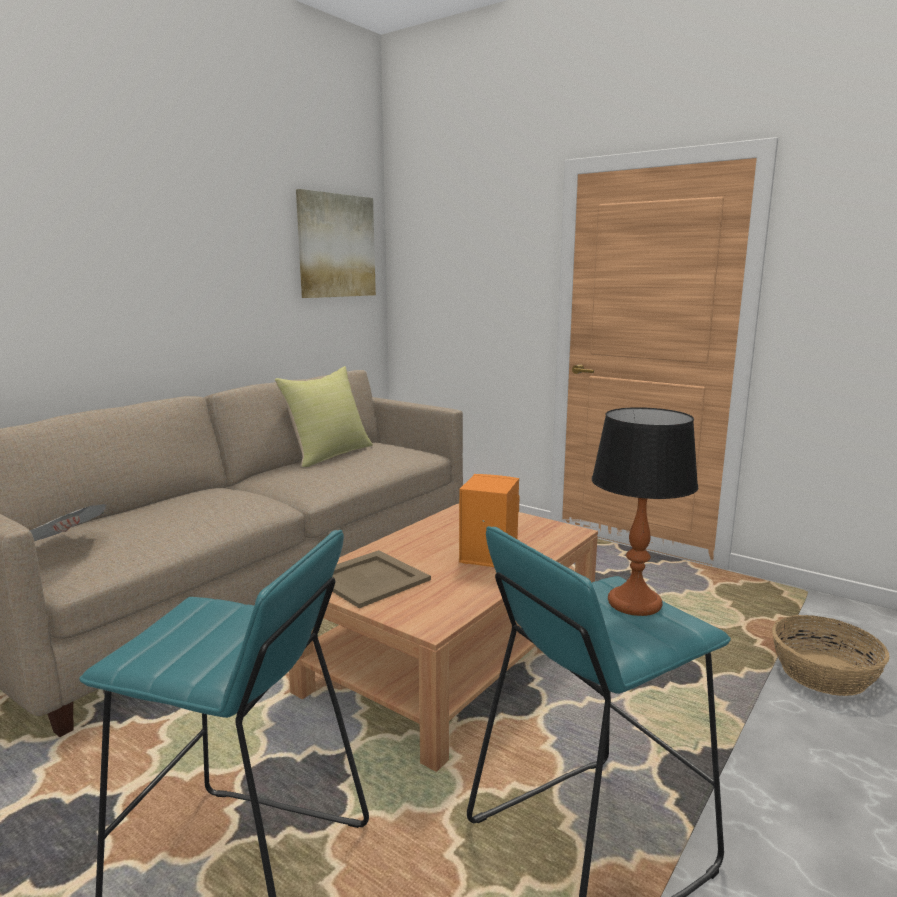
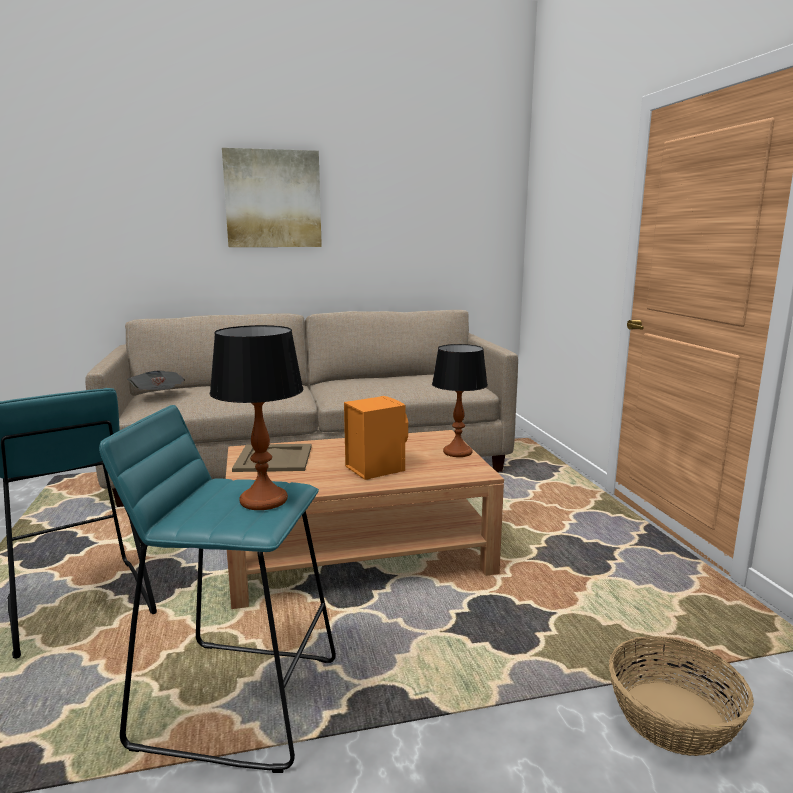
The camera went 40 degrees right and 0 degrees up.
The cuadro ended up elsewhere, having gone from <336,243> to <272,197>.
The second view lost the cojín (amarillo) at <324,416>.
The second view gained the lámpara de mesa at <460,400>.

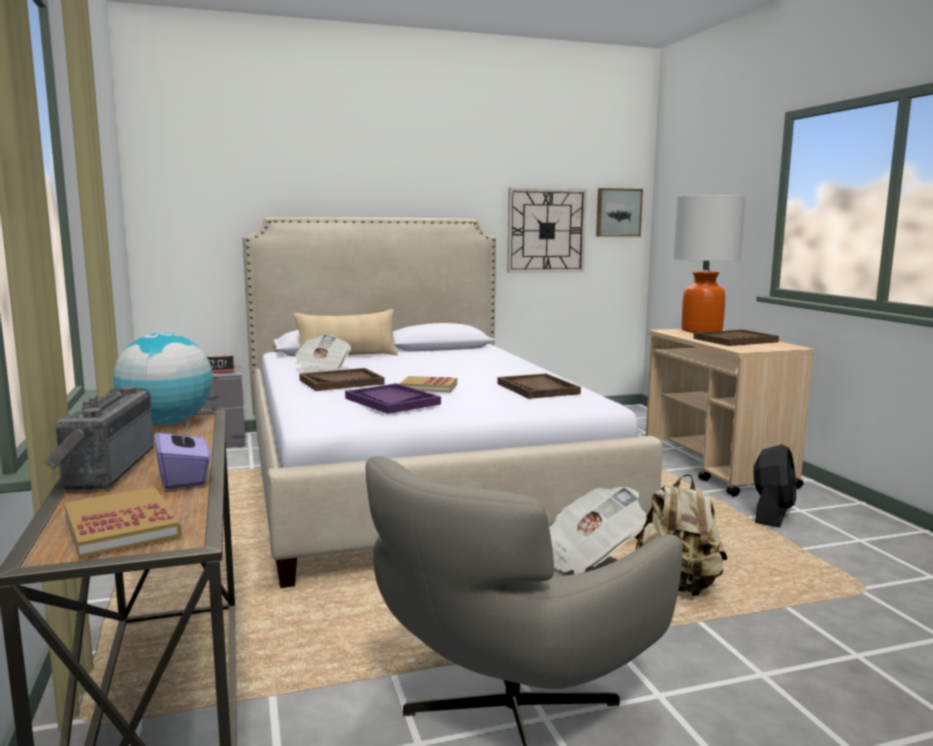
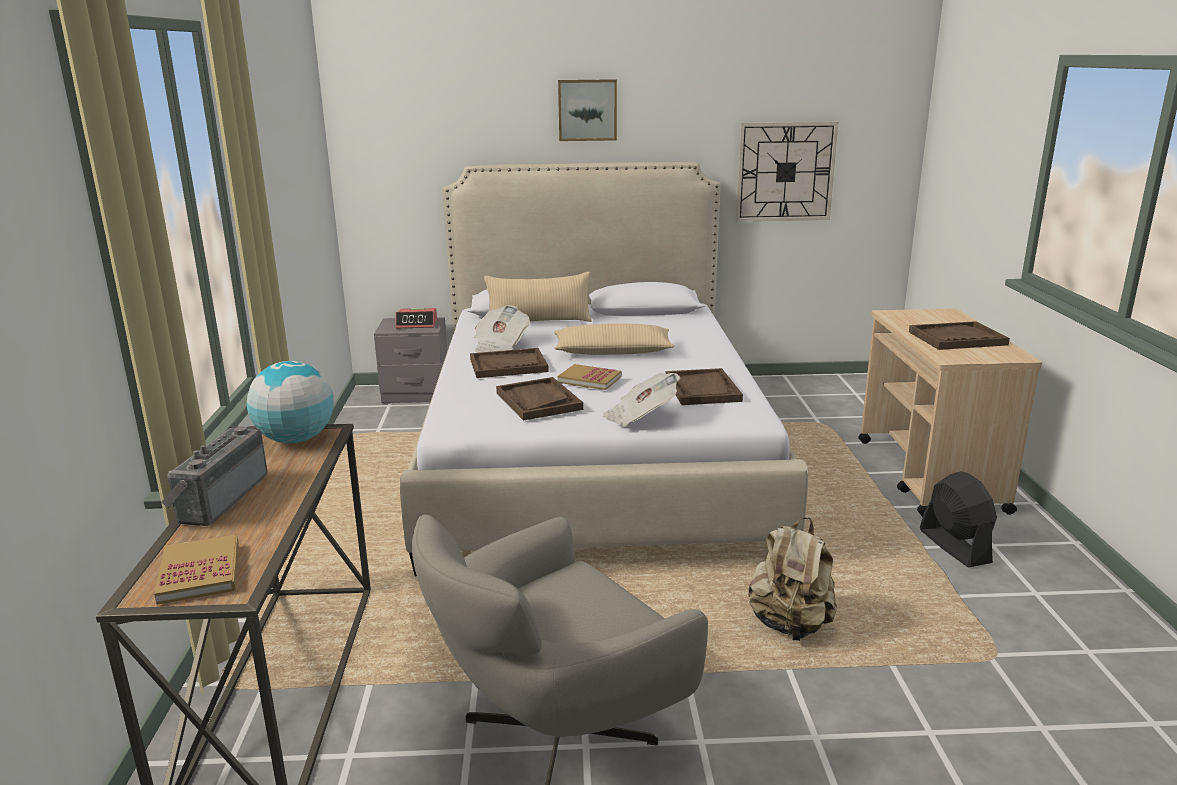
The camera went 15 degrees right and 10 degrees up.
The cuadro ended up elsewhere, having gone from <619,212> to <587,110>.
The second view lost the lámpara de mesa at <710,264>.
What was the bandeja (morado) at <393,398> turned into the bandeja (marrón) at <539,399>.
The second view lost the caja de pañuelos (morado) at <182,454>.
The ventilador (negro) at <774,485> ended up facing another way, 60 degrees counterclockwise from before.
The periódico ended up elsewhere, having gone from <598,530> to <642,399>.
The second view gained the cojín (beis) at <614,339>.

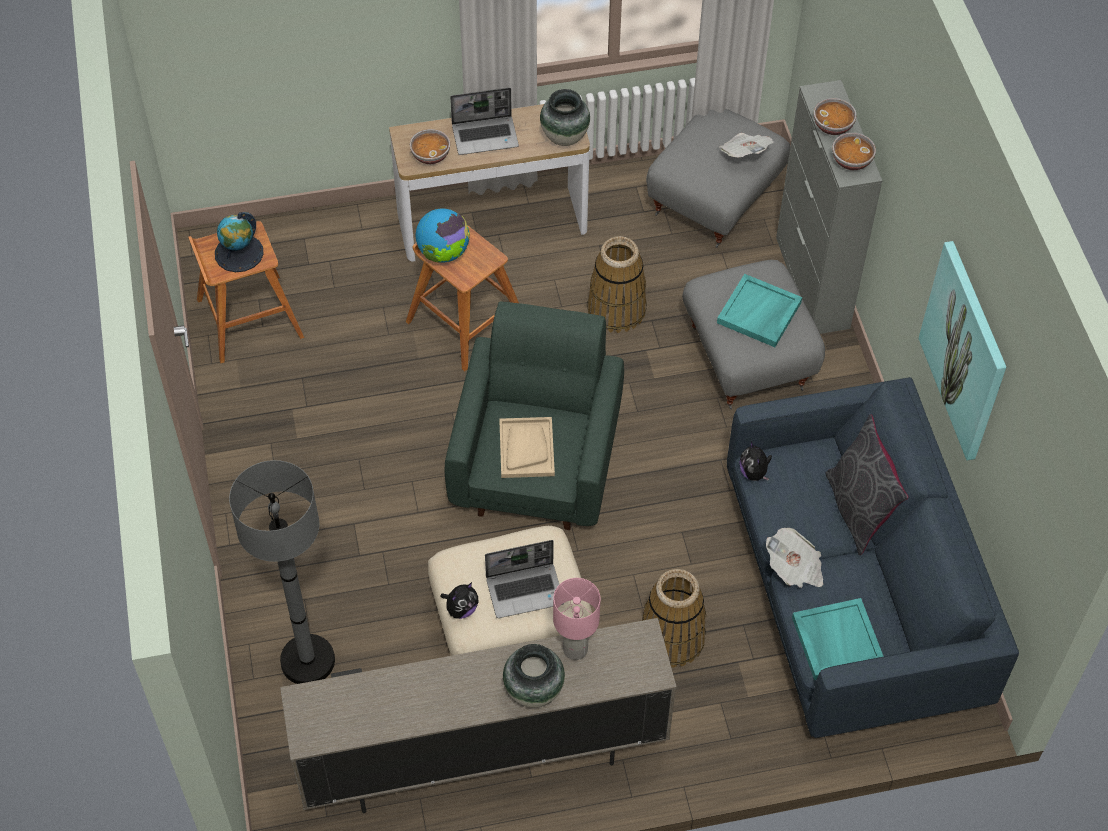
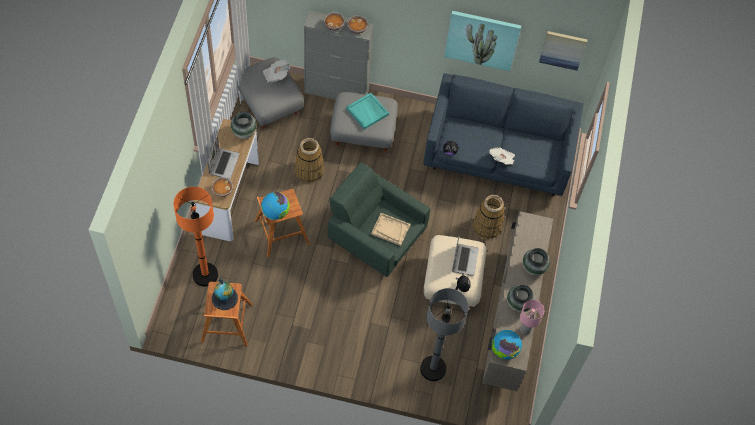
The camera went 70 degrees left and 5 degrees up.
The second view lost the cojín (gris) at <867,485>.
The lámpara de mesa (rosa) ended up elsewhere, having gone from <577,619> to <532,317>.
The second view lost the bandeja (turquesa) at <838,639>.
The second view gained the cuadro at <563,51>.
The second view gained the lámpara de pie (naranja) at <195,236>.
The second view gained the florero at <521,299>.
The second view gained the globo terráqueo at <507,345>.

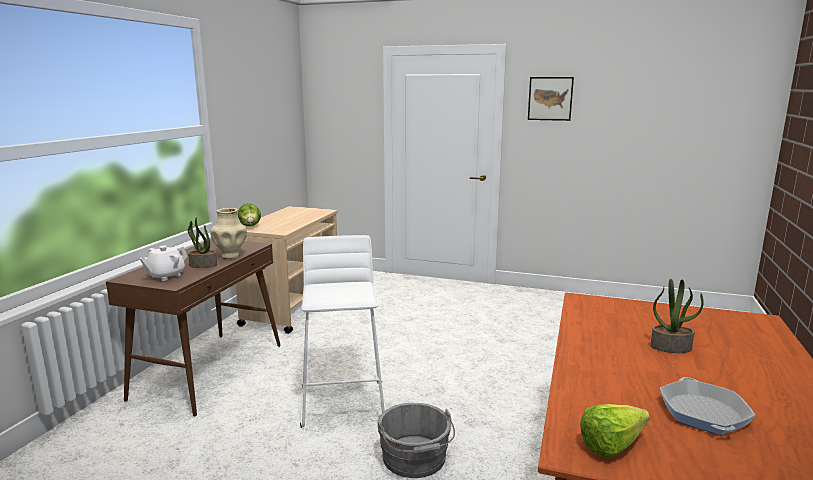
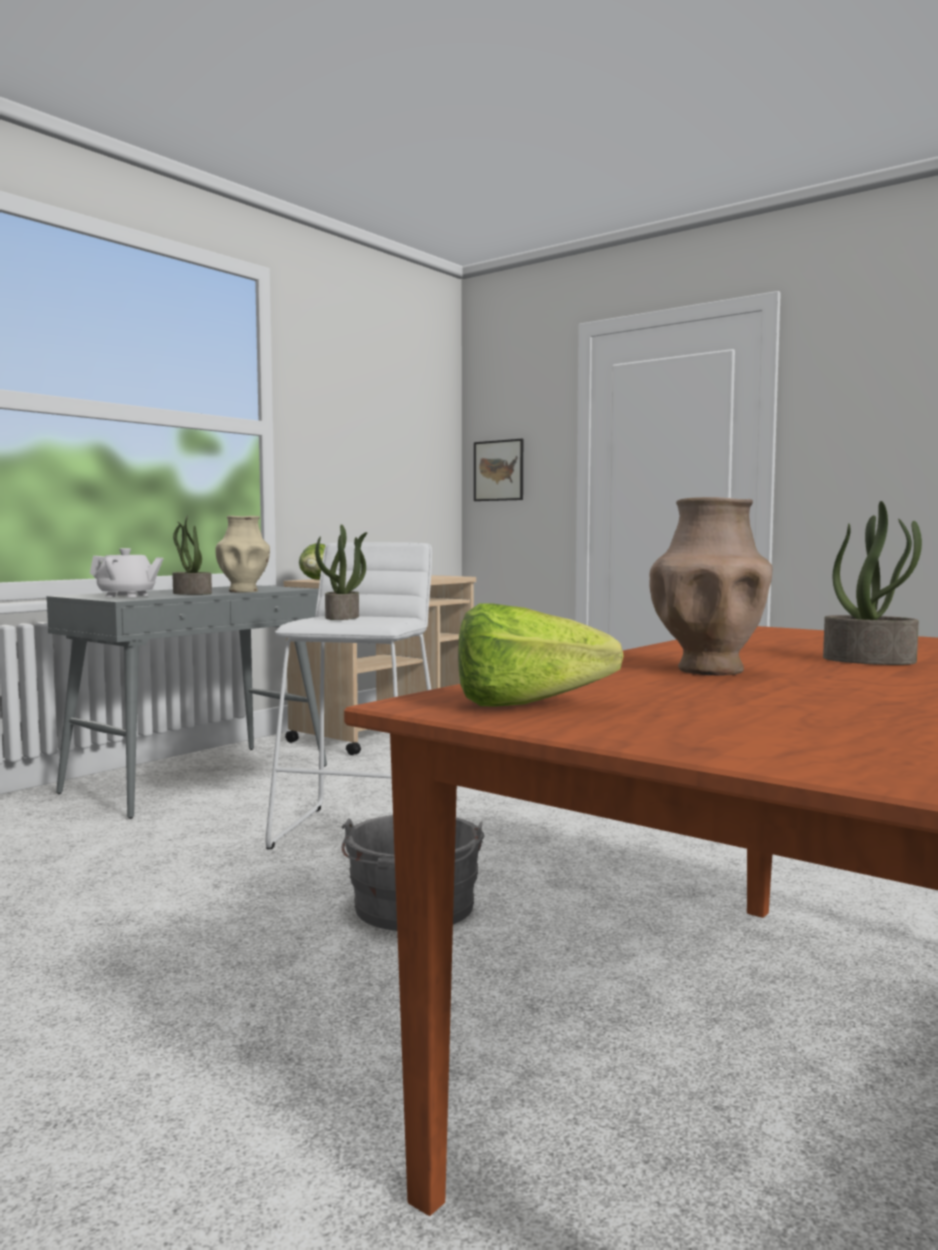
The camera went 20 degrees right and 10 degrees down.
The cuadro ended up elsewhere, having gone from <551,99> to <498,470>.
What was the mesa consola (marrón) at <193,327> turned into the mesa consola (gris) at <186,702>.
The tetera (blanco) at <163,263> ended up facing another way, 135 degrees counterclockwise from before.
The second view lost the sartén at <707,406>.
The second view gained the florero (marrón) at <711,586>.
The second view gained the planta en maceta at <341,572>.

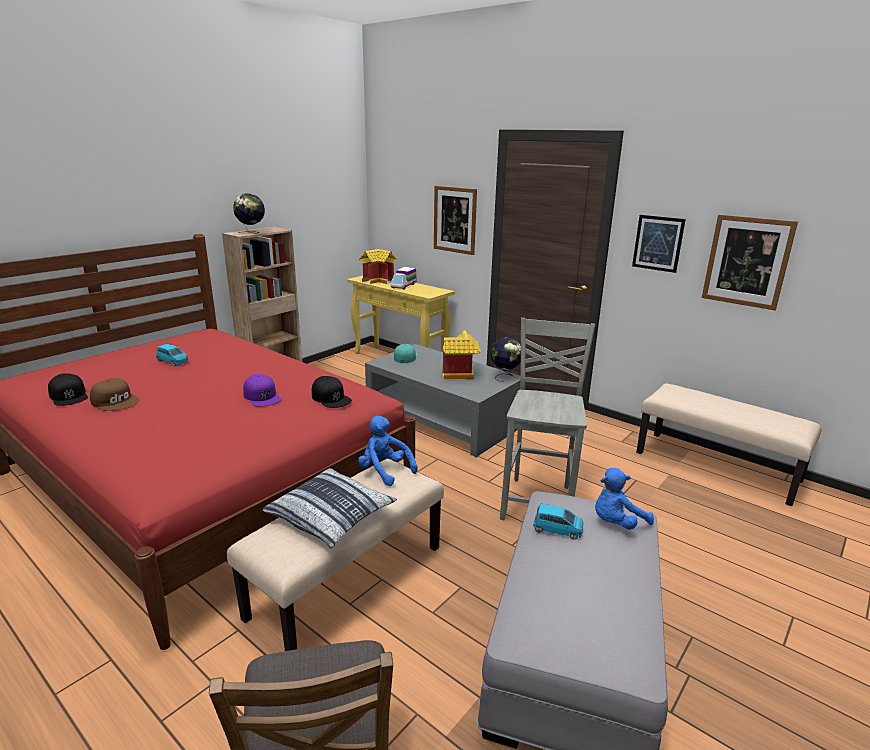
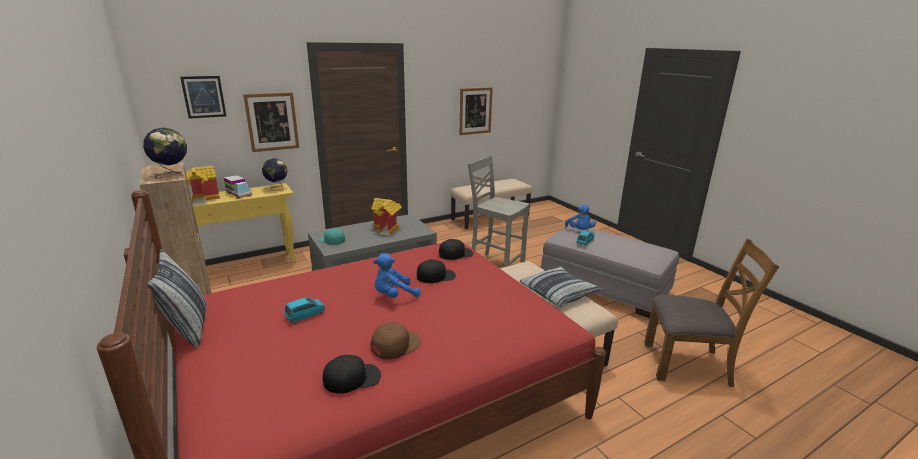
The camera went 70 degrees left and 0 degrees up.
The cuadro ended up elsewhere, having gone from <659,244> to <203,97>.
The globo terráqueo ended up elsewhere, having gone from <506,360> to <274,174>.
What was the gorra (morado) at <262,390> turned into the gorra (negro) at <436,271>.
The peluche (azul) ended up elsewhere, having gone from <388,451> to <397,275>.
The second view gained the cojín at <177,298>.

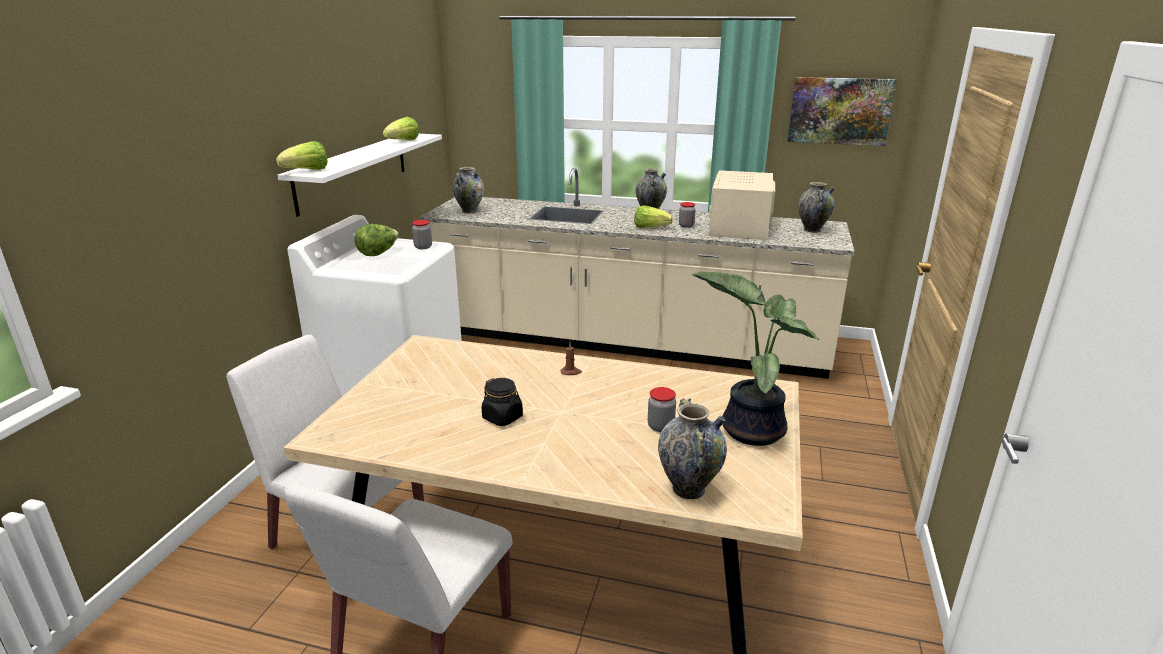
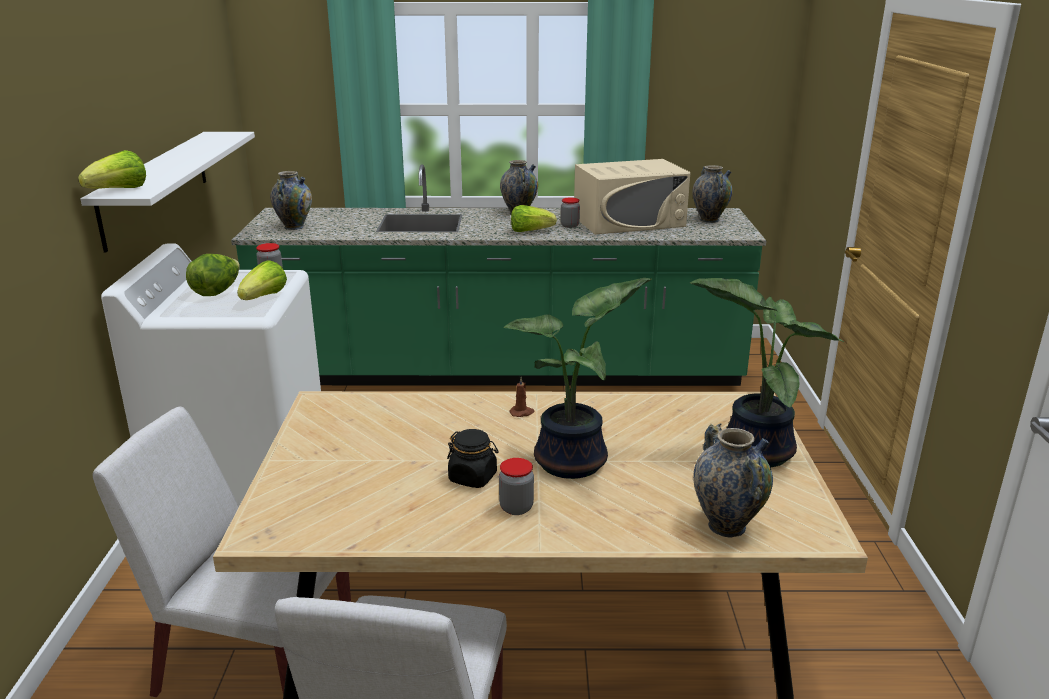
The camera went 15 degrees left and 0 degrees up.
The second view lost the cuadro at <842,111>.
The lechuga ended up elsewhere, having gone from <401,128> to <262,280>.
What was the mueble bajo de cocina (beis) at <637,273> turned into the mueble bajo de cocina (verde) at <499,275>.
The microondas (beis) at <741,205> ended up facing another way, 105 degrees counterclockwise from before.
The tarro ended up elsewhere, having gone from <662,409> to <516,486>.
The second view gained the planta en maceta at <578,378>.

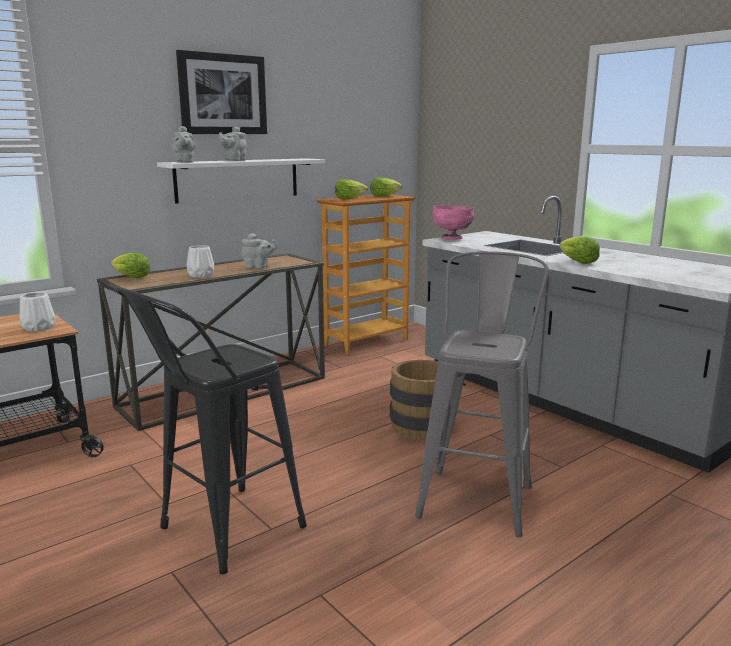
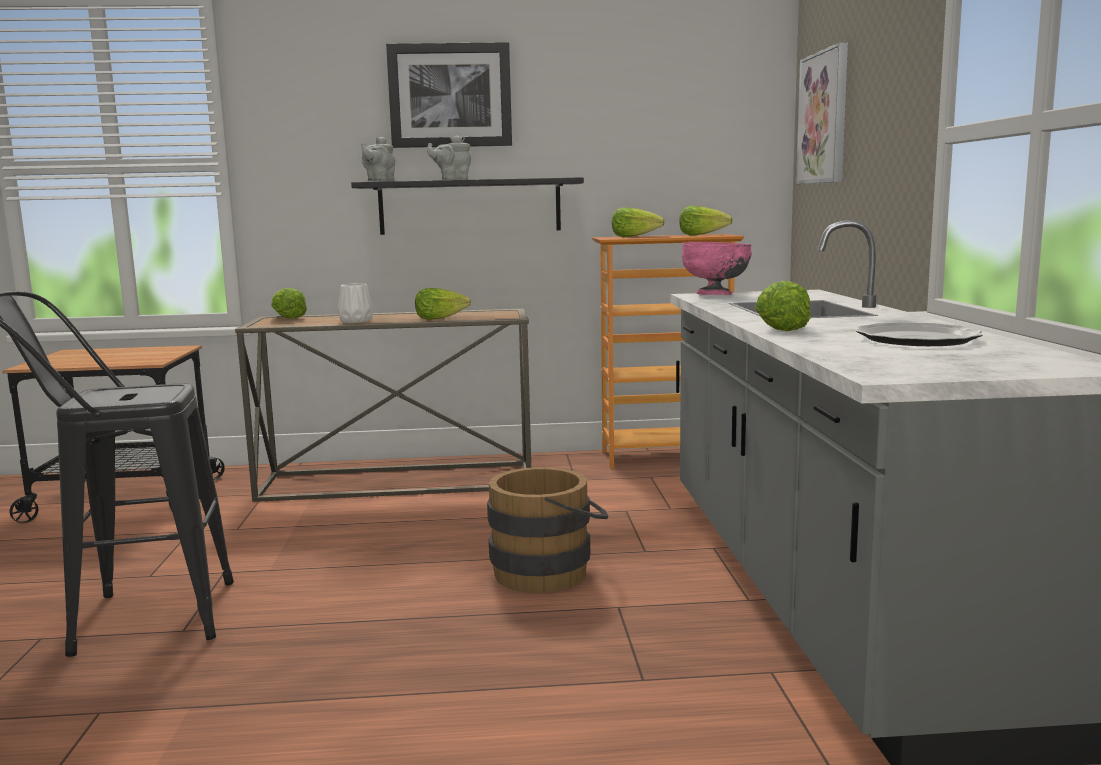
The camera went 35 degrees right and 5 degrees down.
What was the estante (blanco) at <241,181> turned into the estante (negro) at <467,206>.
Where the tetera (gris) stood at <259,250>, the lechuga came to stand at <443,304>.
The second view lost the taburete (gris) at <482,394>.
The second view lost the florero (blanco) at <38,312>.
The second view gained the cuadro at <822,113>.
The second view gained the plato at <919,334>.

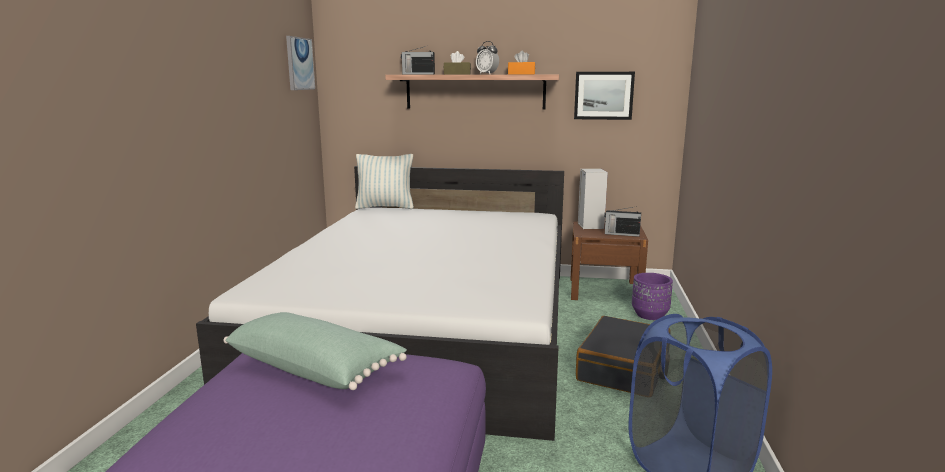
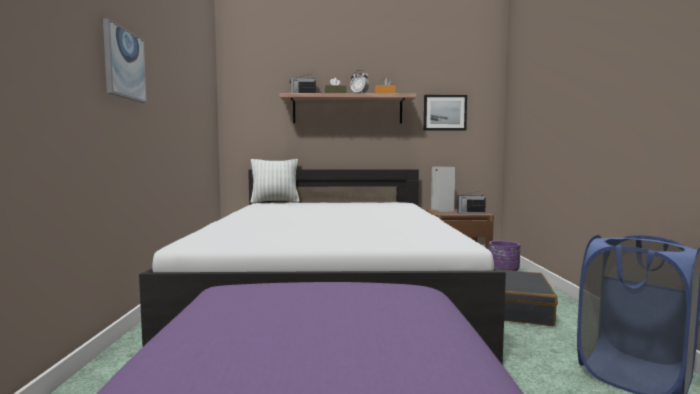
The camera went 10 degrees left and 10 degrees down.
The cuadro ended up elsewhere, having gone from <300,63> to <125,60>.
The second view lost the cojín (verde) at <315,351>.

